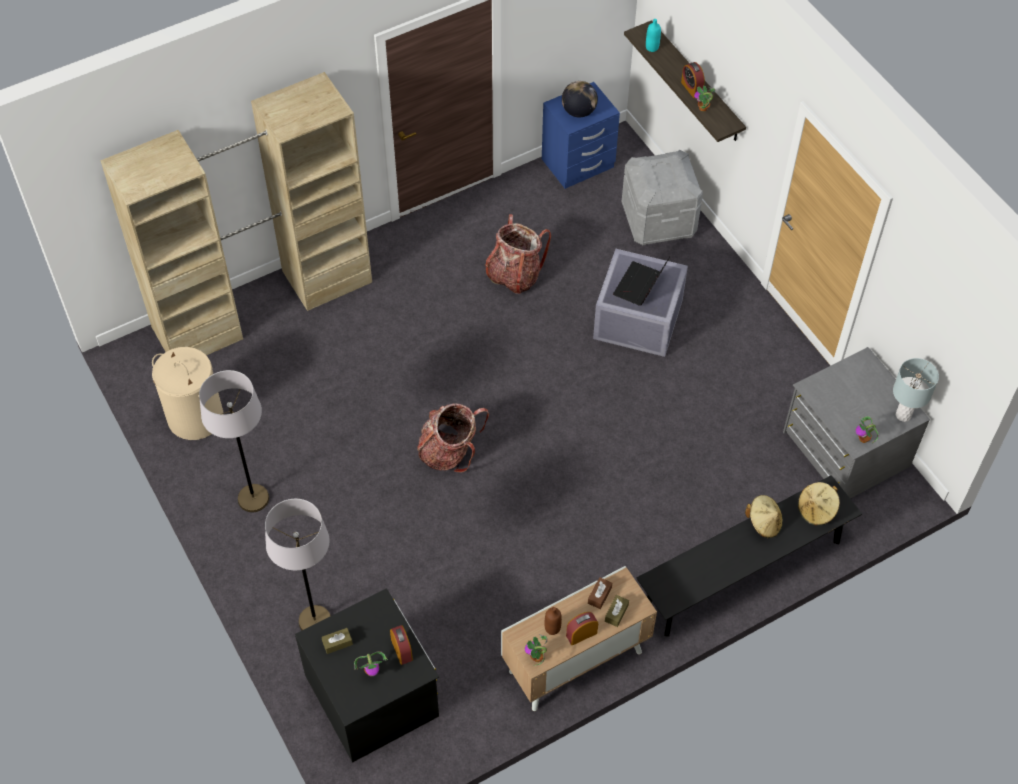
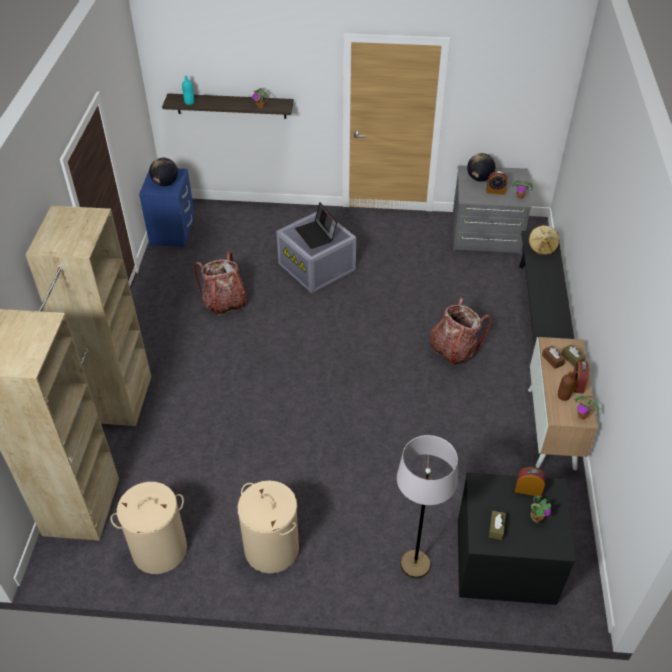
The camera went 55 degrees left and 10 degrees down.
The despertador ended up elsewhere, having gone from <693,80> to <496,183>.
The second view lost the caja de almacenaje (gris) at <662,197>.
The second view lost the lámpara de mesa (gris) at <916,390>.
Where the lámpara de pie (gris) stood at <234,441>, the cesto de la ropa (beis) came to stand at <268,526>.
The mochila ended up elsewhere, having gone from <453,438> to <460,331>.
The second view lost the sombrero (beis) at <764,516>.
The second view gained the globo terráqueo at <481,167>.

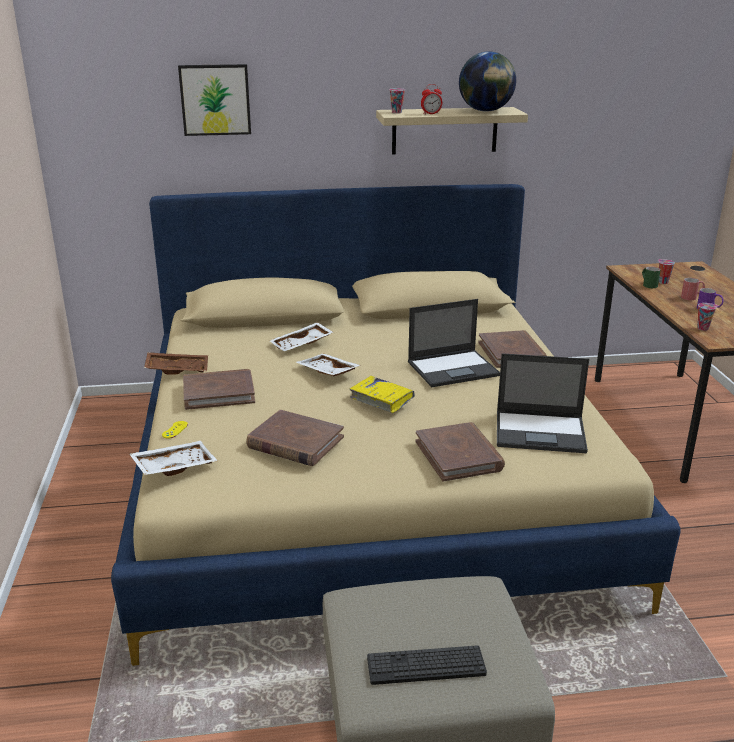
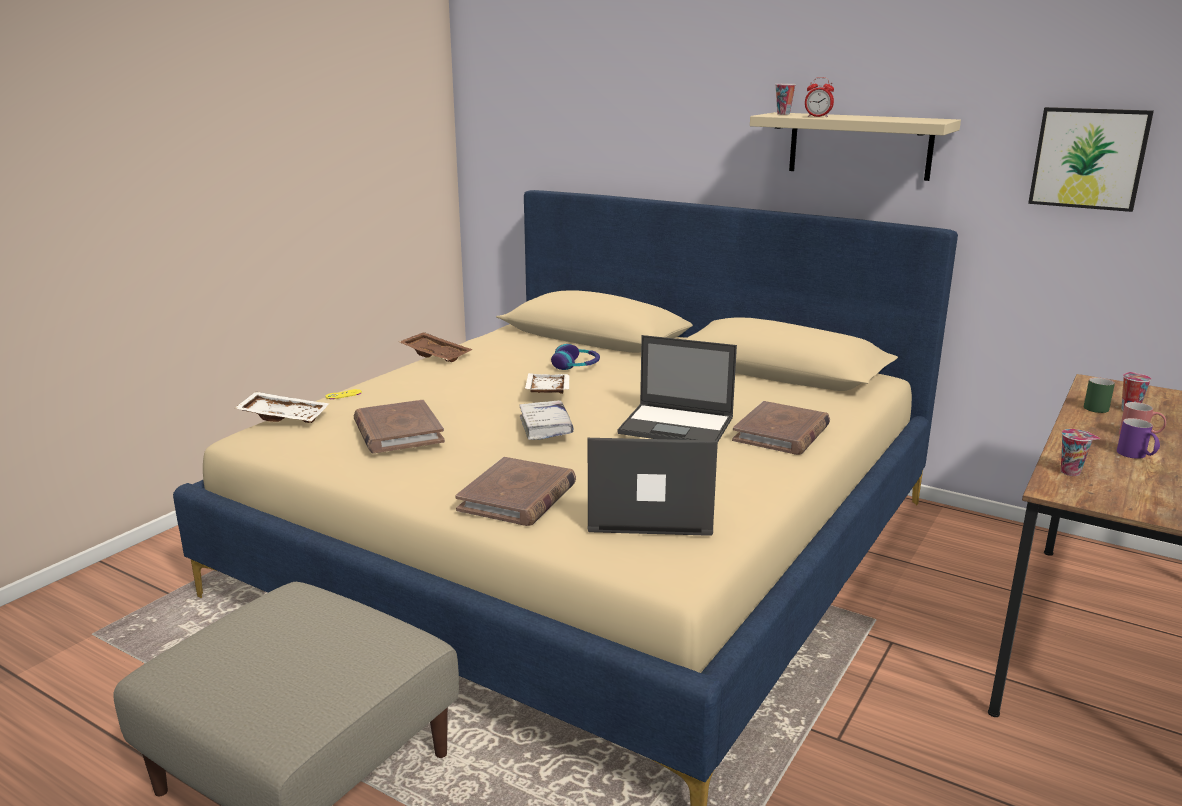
The camera went 40 degrees right and 5 degrees down.
The second view lost the globo terráqueo at <487,81>.
The cuadro ended up elsewhere, having gone from <214,100> to <1091,159>.
Where the bandeja (blanco) stood at <302,336>, the auriculares came to stand at <575,357>.
The portátil at <543,403> ended up facing another way, 135 degrees clockwise from before.
The second view lost the libro (marrón) at <219,389>.
What was the libro (amarillo) at <382,394> turned into the libro (blanco) at <546,420>.
The second view lost the teclado at <427,665>.

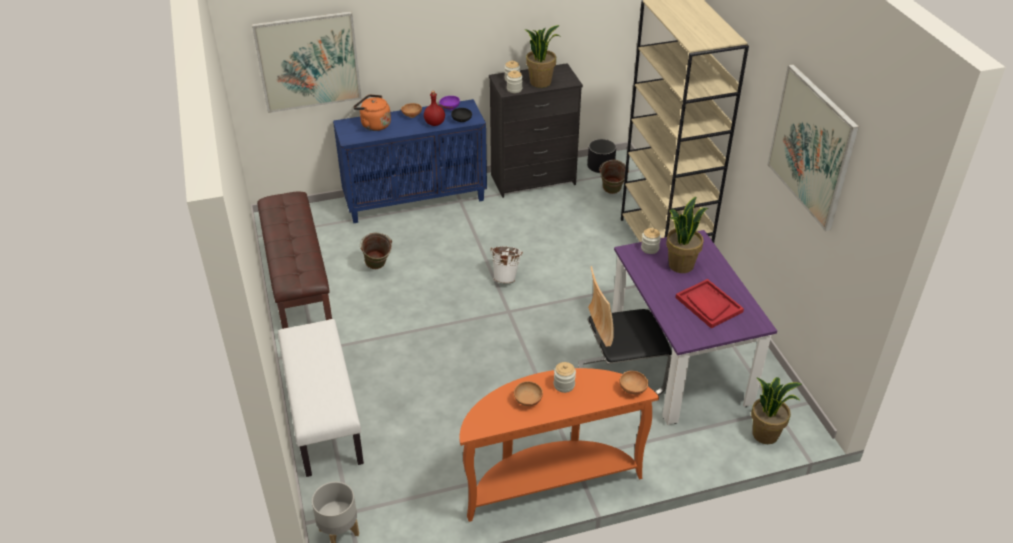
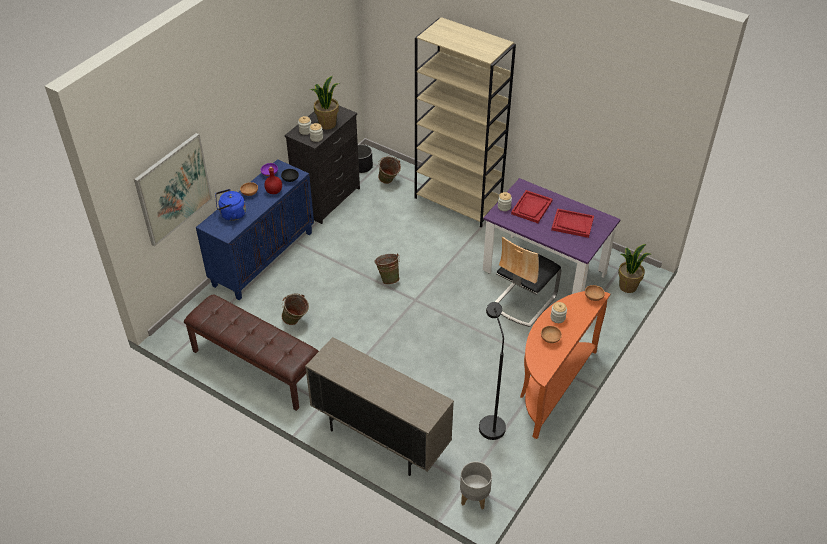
The camera went 40 degrees left and 5 degrees up.
The second view lost the cuadro at <813,147>.
What was the hervidor (naranja) at <372,112> turned into the hervidor (azul) at <230,205>.
Where the planta en maceta stood at <687,235>, the bandeja (rojo) came to stand at <532,206>.
What was the cubo (blanco) at <506,264> turned into the cubo (verde) at <387,269>.
Where the banco (blanco) stood at <321,398>, the armario (beis) came to stand at <379,406>.
The second view gained the lámpara de pie (negro) at <492,371>.

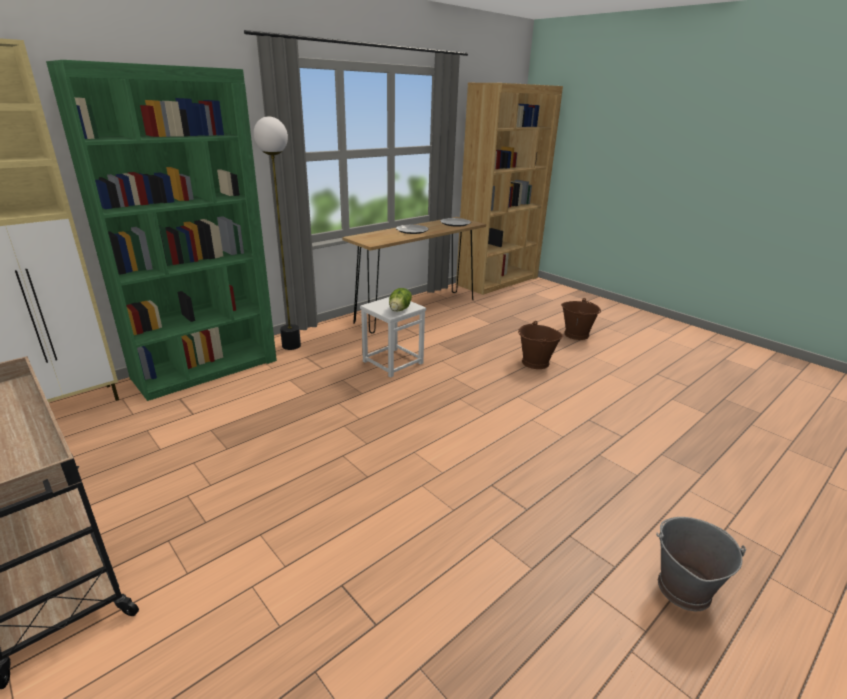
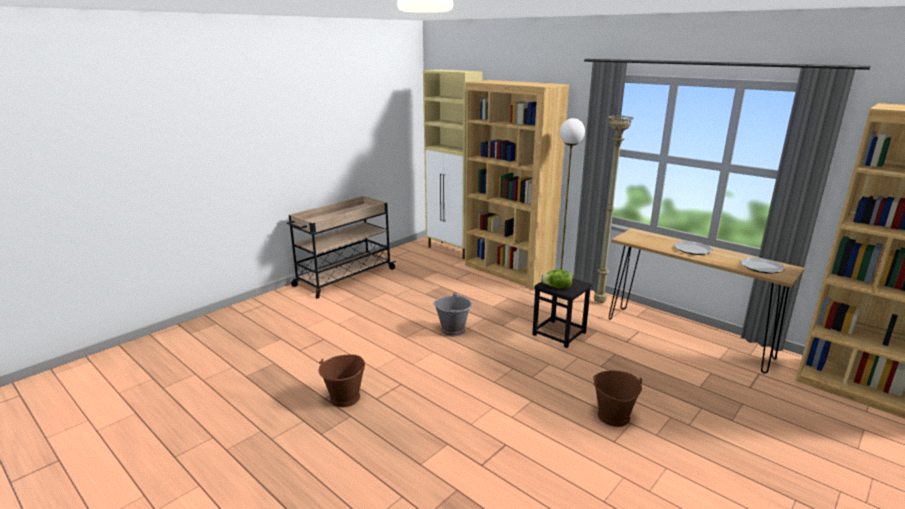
The camera went 85 degrees right and 5 degrees down.
What was the estantería (verde) at <161,230> turned into the estantería (marrón) at <517,185>.
What was the taburete (blanco) at <393,337> turned into the taburete (negro) at <562,313>.
The cubo (marrón) ended up elsewhere, having gone from <581,319> to <341,380>.
The cubo (gris) ended up elsewhere, having gone from <701,564> to <452,314>.
The second view gained the lámpara de pie (beis) at <613,209>.

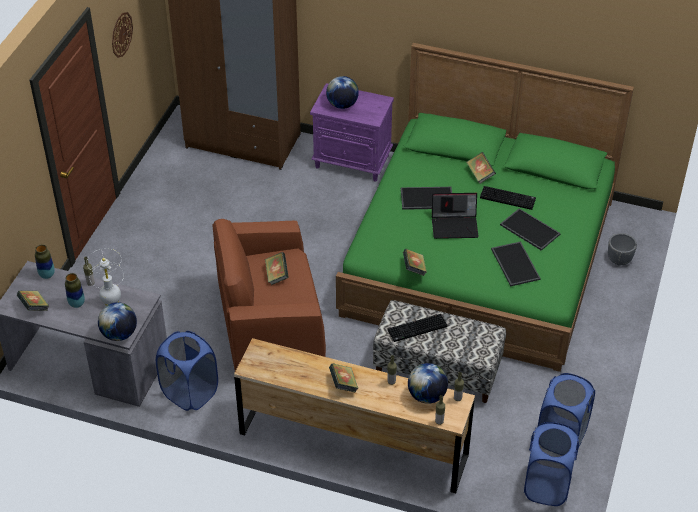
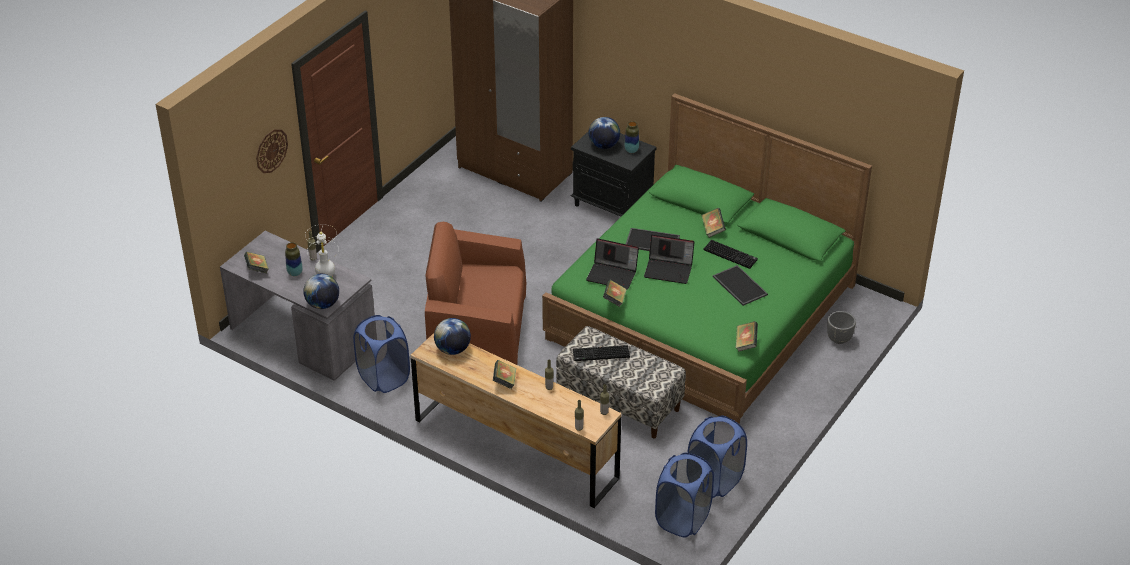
The camera went 15 degrees right and 5 degrees down.
The reloj de pared ended up elsewhere, having gone from <122,35> to <272,151>.
What was the mesita de noche (morado) at <352,132> turned into the mesita de noche (negro) at <613,173>.
The second view lost the bandeja at <516,263>.
The florero ended up elsewhere, having gone from <45,261> to <632,137>.
The libro ended up elsewhere, having gone from <277,268> to <747,336>.
The globo terráqueo ended up elsewhere, having gone from <428,383> to <452,336>.
The second view gained the portátil at <612,263>.

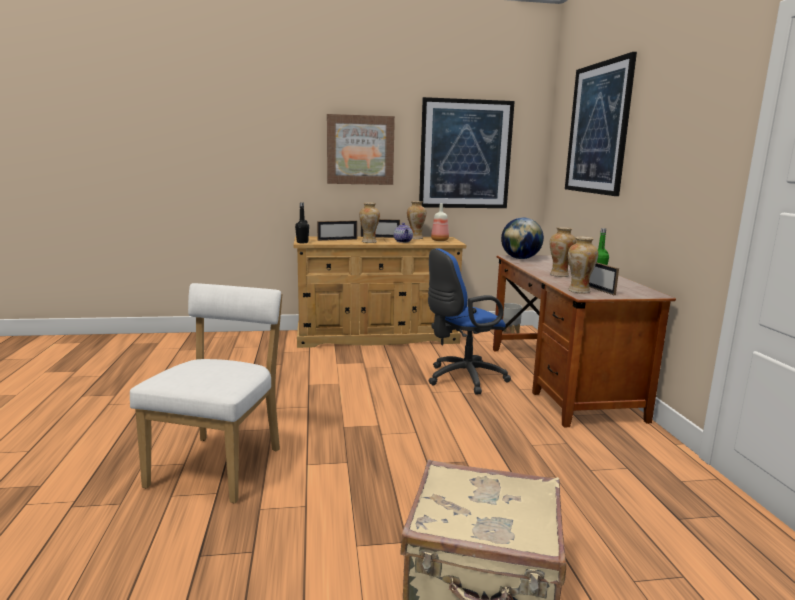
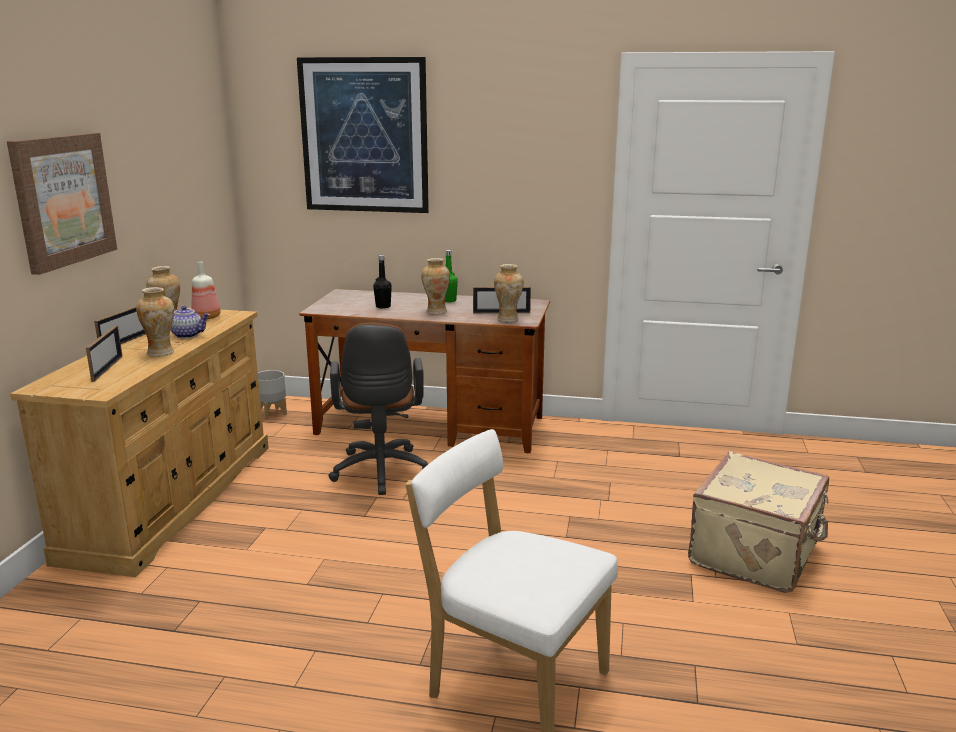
The camera went 70 degrees left and 5 degrees up.
The second view lost the cuadro at <467,152>.
The botella (negro) ended up elsewhere, having gone from <302,222> to <382,282>.
The second view lost the globo terráqueo at <522,238>.
What was the silla de oficina (azul) at <469,321> turned into the silla de oficina (marrón) at <378,408>.

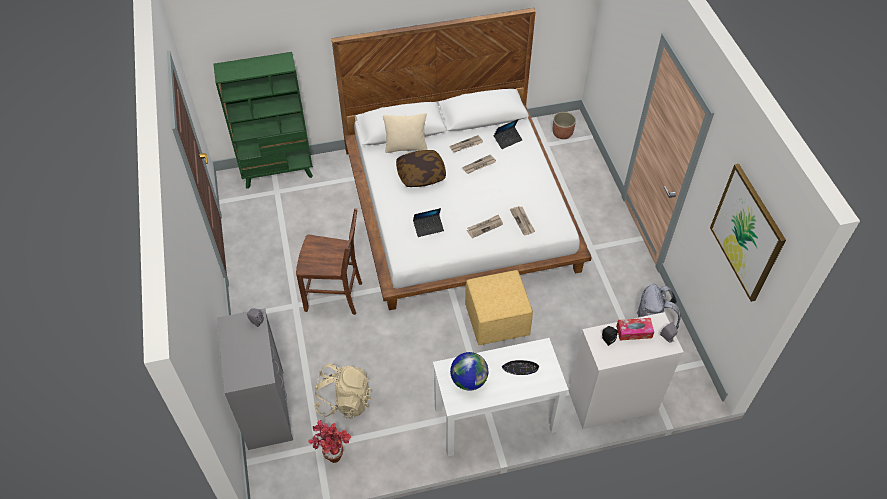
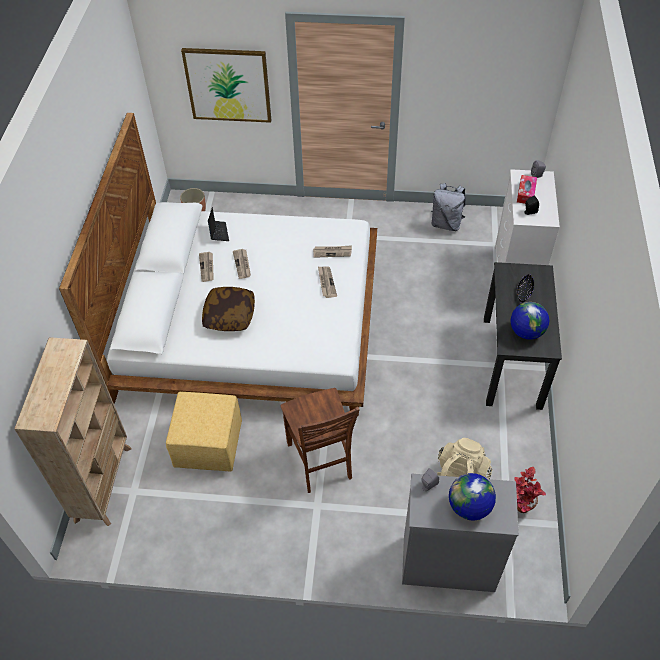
The camera went 70 degrees left and 0 degrees up.
What was the estantería (verde) at <263,120> turned into the estantería (beis) at <72,431>.
The second view lost the cojín (beis) at <405,133>.
The cuadro ended up elsewhere, having gone from <748,233> to <226,85>.
The silla (marrón) at <329,261> ended up facing another way, 135 degrees clockwise from before.
The second view lost the portátil at <428,222>.
The puf (amarillo) ended up elsewhere, having gone from <499,307> to <204,432>.
What was the escritorio (blanco) at <500,397> turned into the escritorio (negro) at <523,336>.
The second view gained the globo terráqueo at <472,496>.

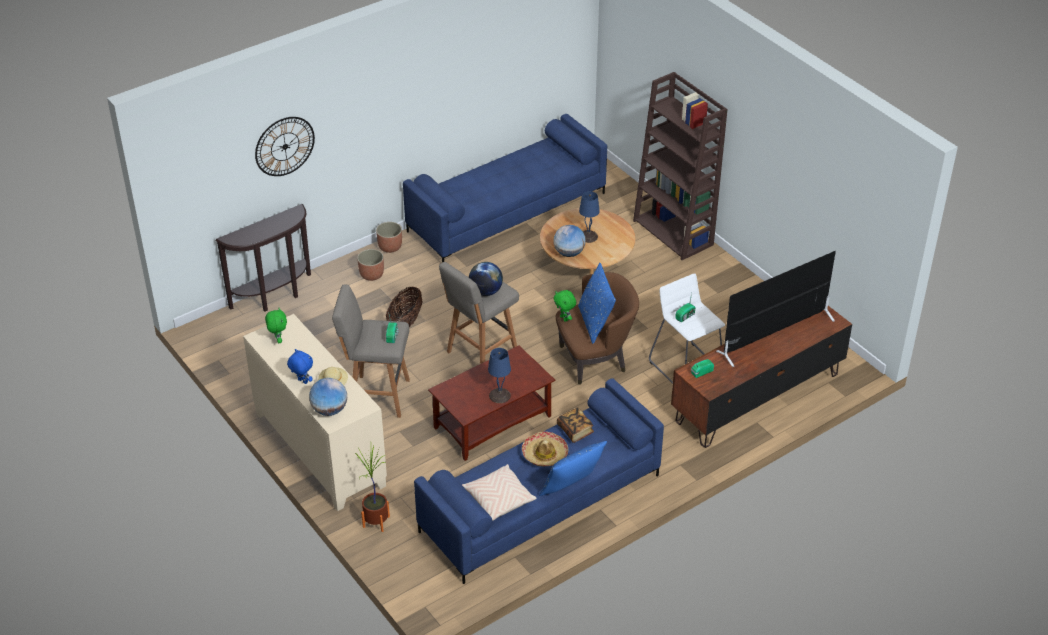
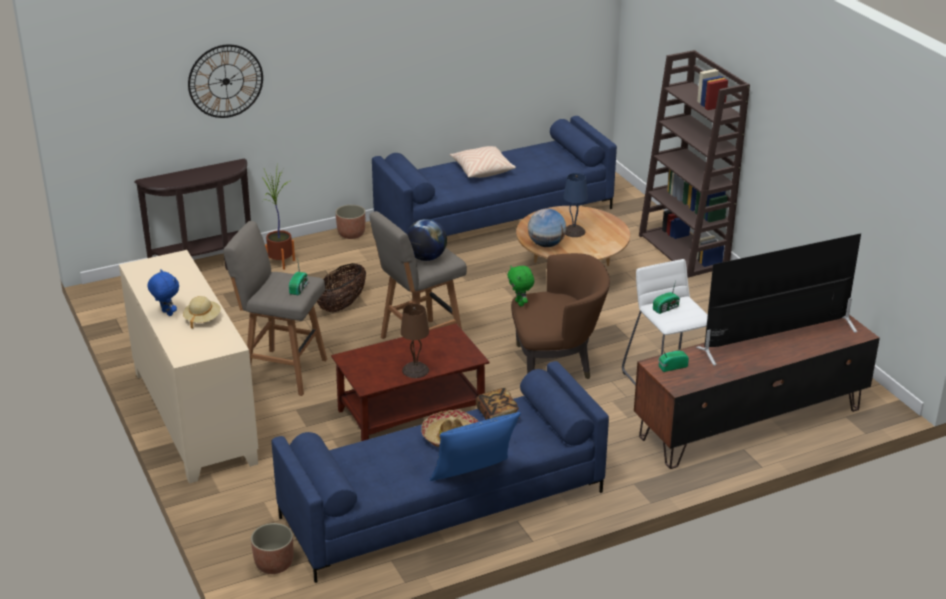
The camera went 10 degrees right and 10 degrees down.
The maceta ended up elsewhere, having gone from <370,265> to <272,548>.
The second view lost the cojín (azul) at <597,303>.
The second view lost the peluche (verde) at <276,325>.
What was the lámpara de mesa (azul) at <499,375> turned into the lámpara de mesa (marrón) at <414,341>.
The second view lost the globo terráqueo at <328,397>.
The planta en maceta ended up elsewhere, having gone from <372,489> to <278,219>.
The cojín (beis) ended up elsewhere, having gone from <499,492> to <483,162>.

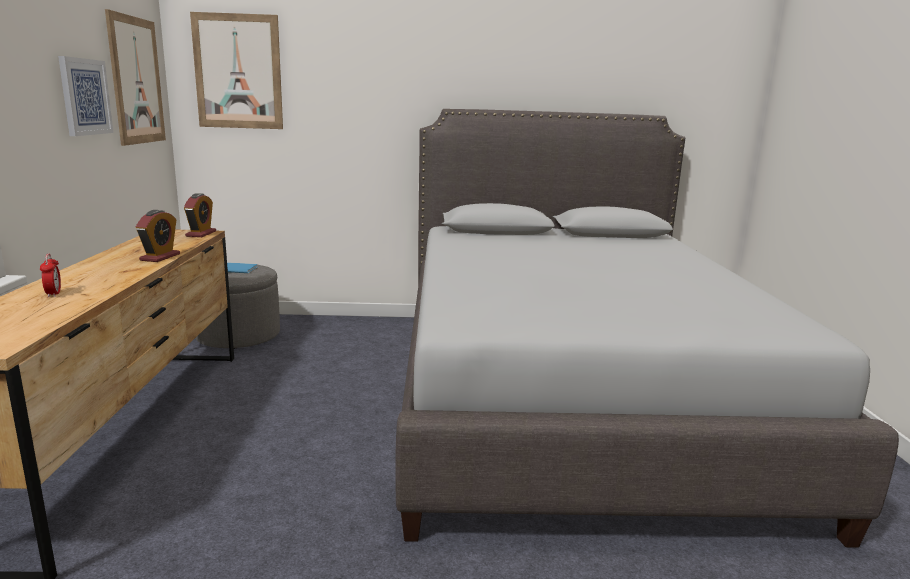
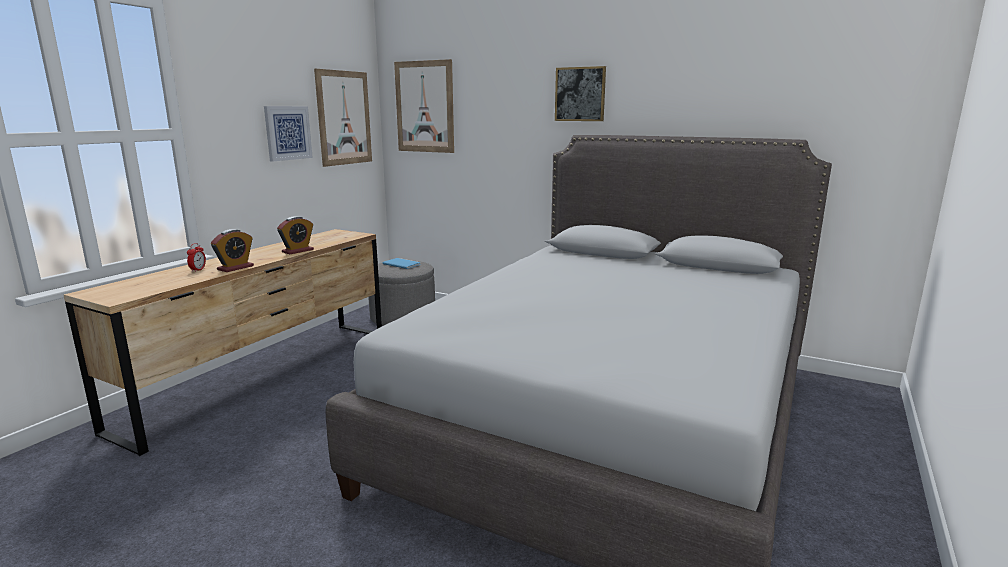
The camera went 30 degrees right and 0 degrees up.
The despertador ended up elsewhere, having gone from <200,215> to <232,250>.
The second view gained the cuadro at <580,93>.

